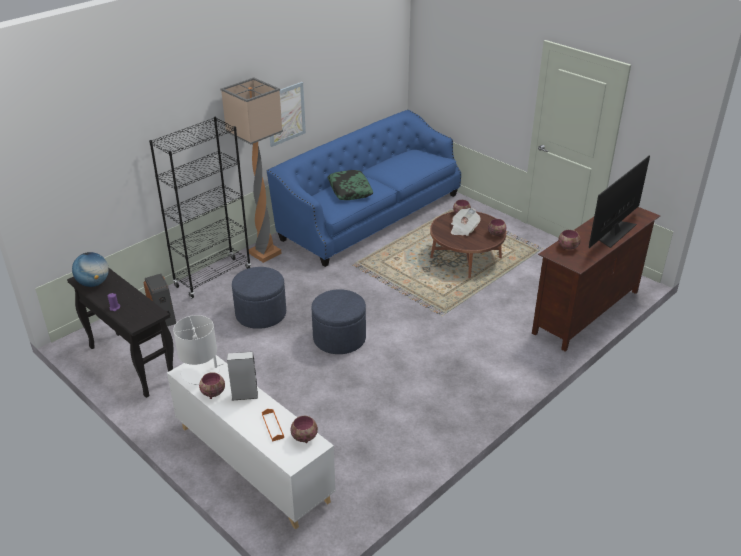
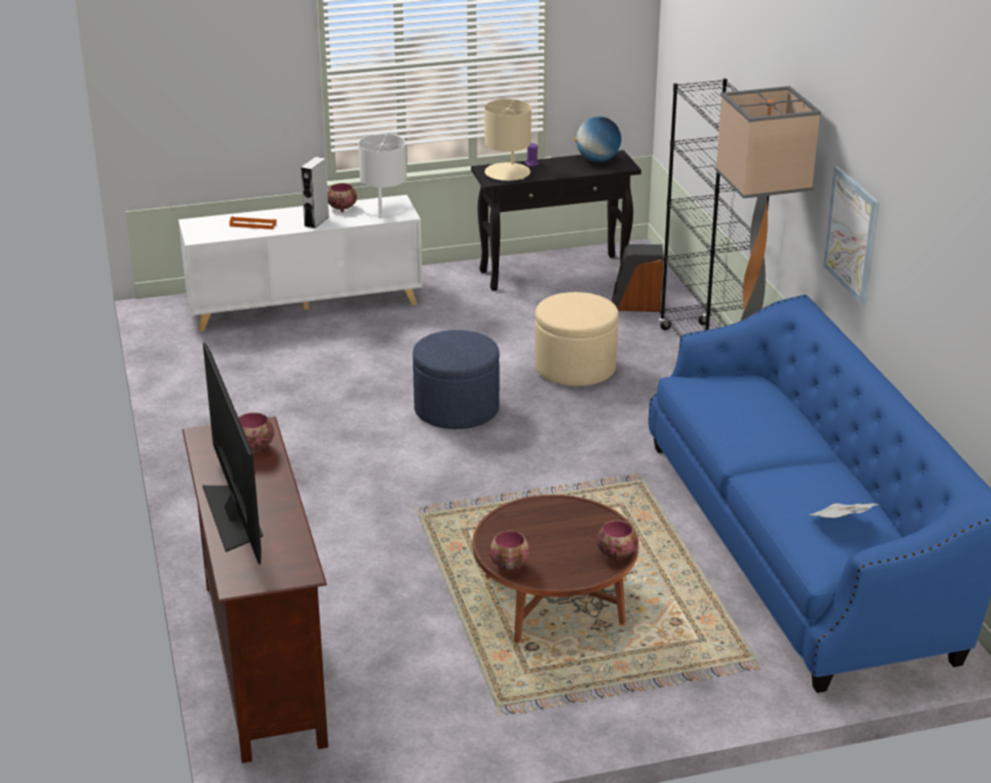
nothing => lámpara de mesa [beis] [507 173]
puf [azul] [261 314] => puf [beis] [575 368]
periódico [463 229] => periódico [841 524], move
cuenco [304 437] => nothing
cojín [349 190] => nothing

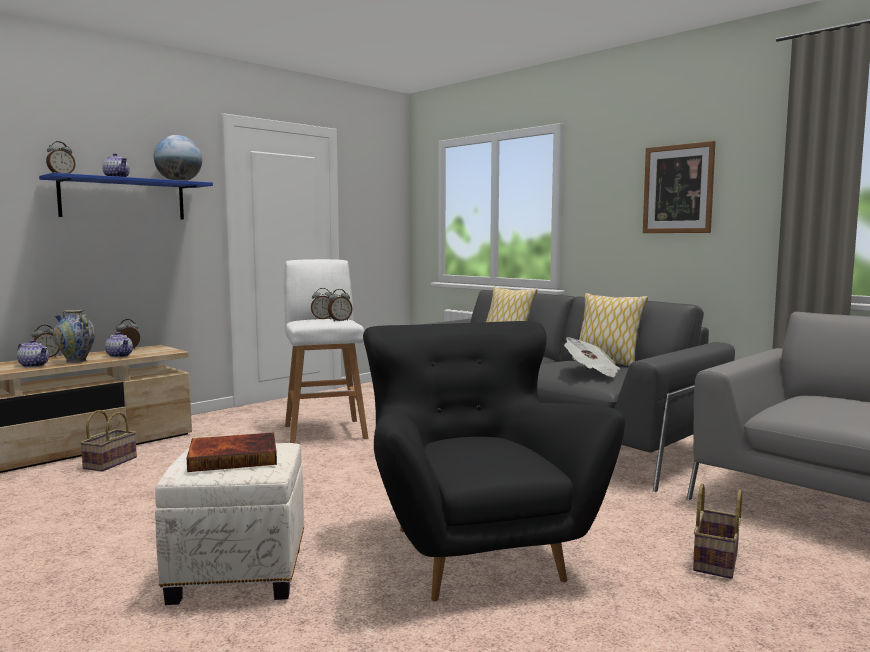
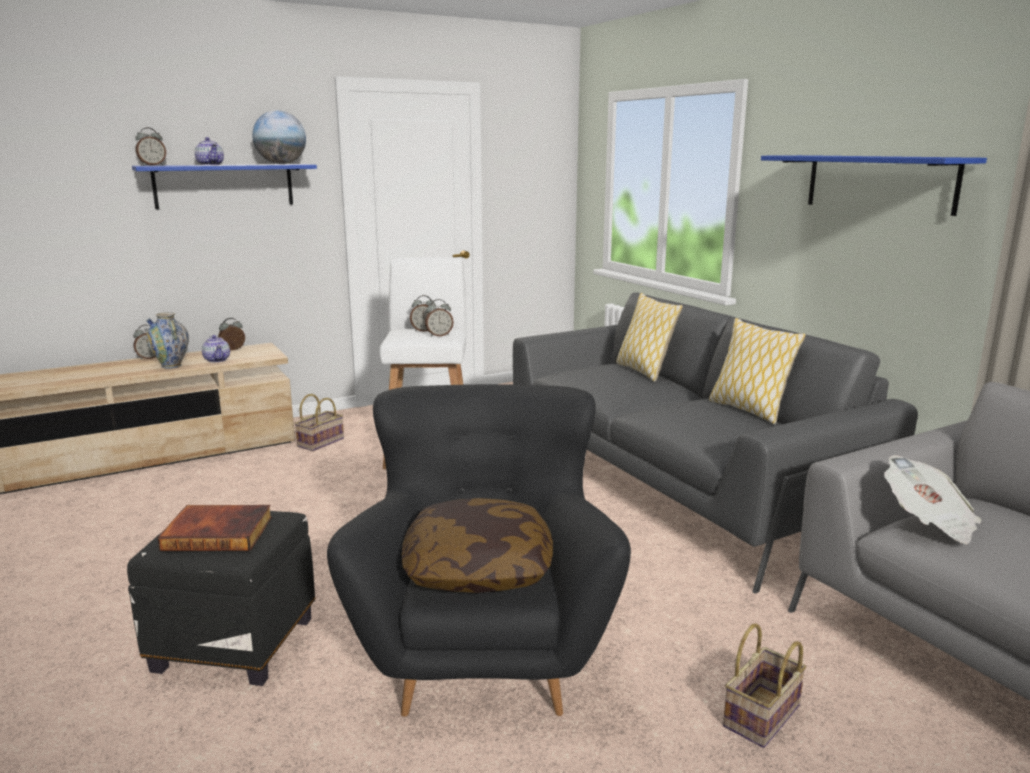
puf [blanco] [240 574] => puf [negro] [237 643]
cesta [110 462] => cesta [321 442], move
nothing => cojín [478 569]
cuadro [678 189] => estante [azul] [879 183]
periódico [592 372] => periódico [928 521], move
tetera [34 365] => nothing

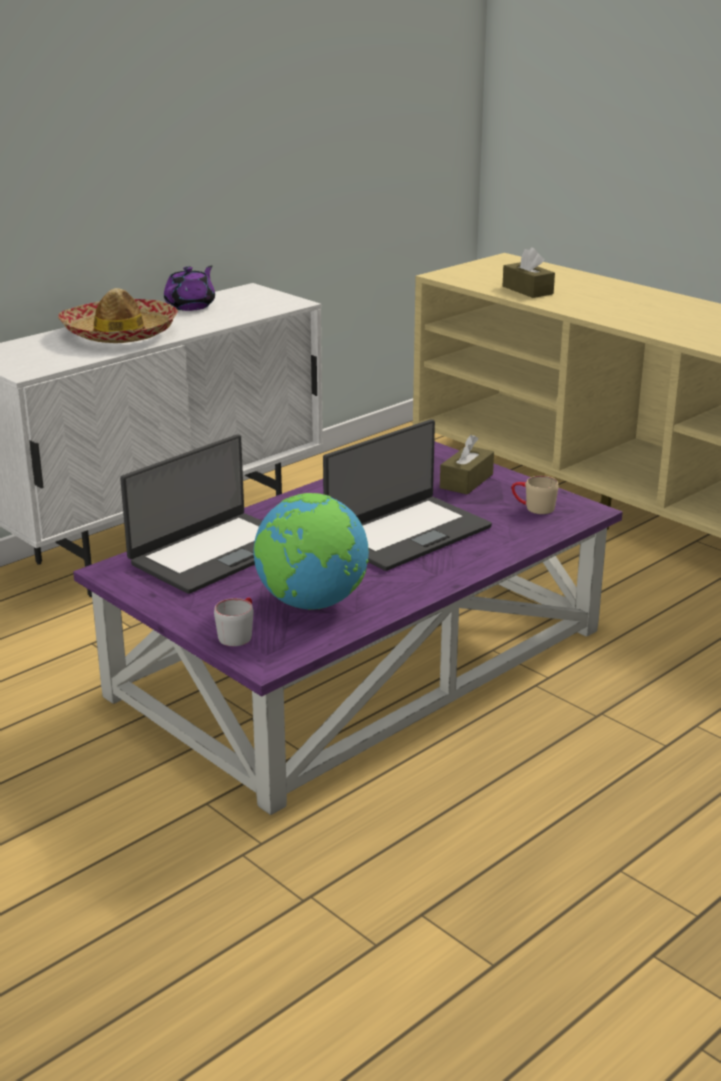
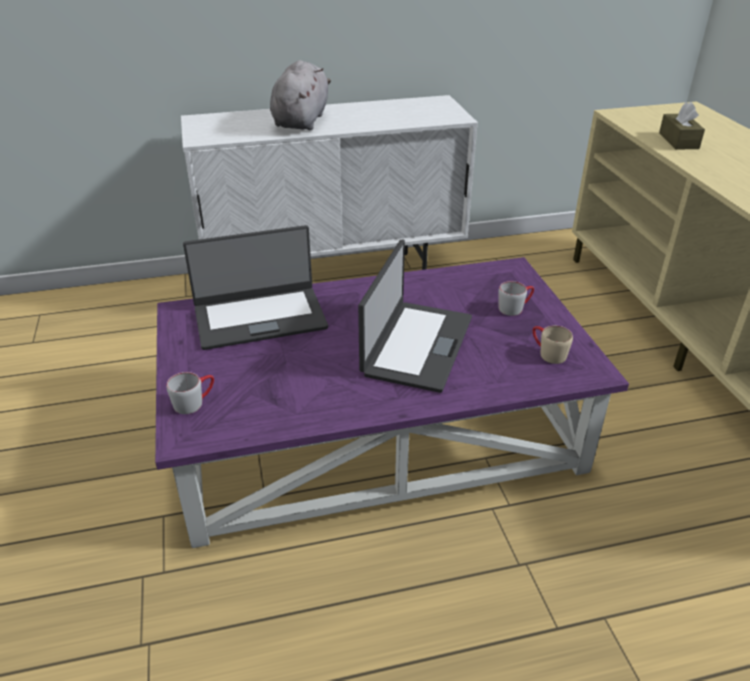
sombrero [120 334] => peluche [gris] [301 120]
portátil [406 533] => portátil [416 345], 60 degrees counterclockwise
caja de pañuelos [marrón] [466 481] => taza grande [gris] [515 307]
tetera [morado] [191 306] => nothing
globo terráqueo [311 603] => nothing

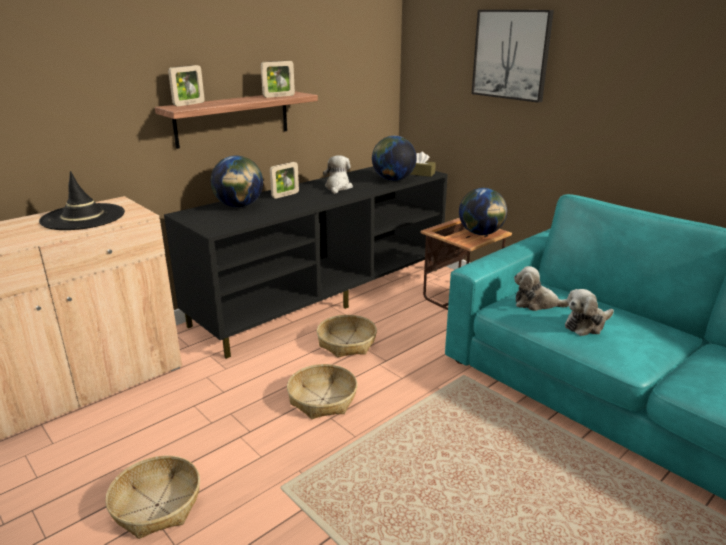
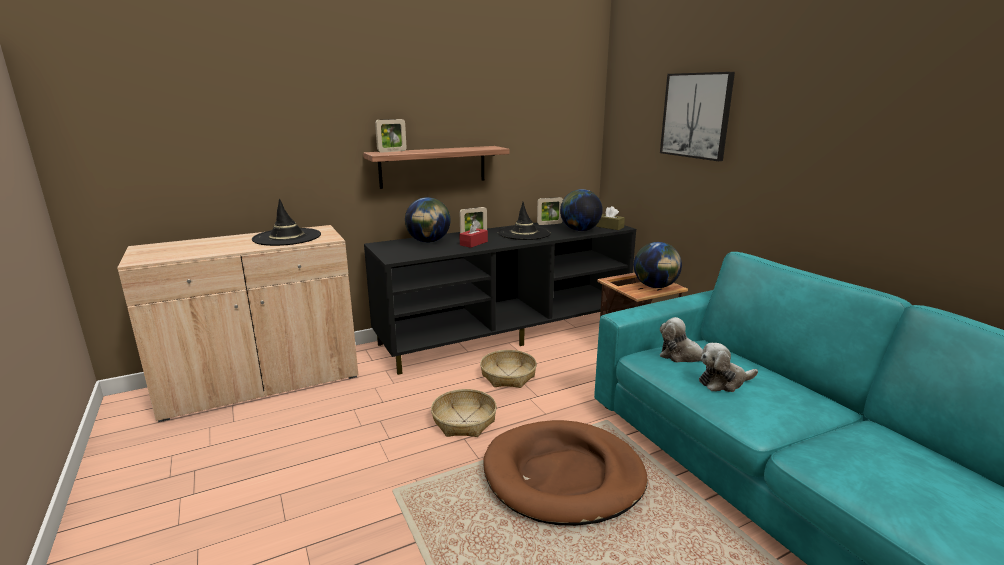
nothing => caja de pañuelos [rojo] [473 243]
nothing => cama para perro [marrón] [563 476]
peluche [338 187] => sombrero [negro] [524 233]
portarretratos [279 96] => portarretratos [549 224], move
cesta [156 505] => nothing

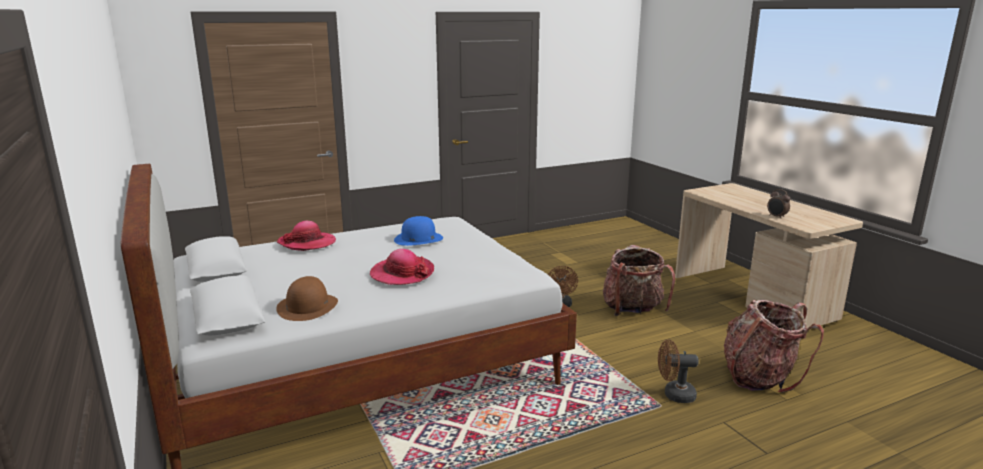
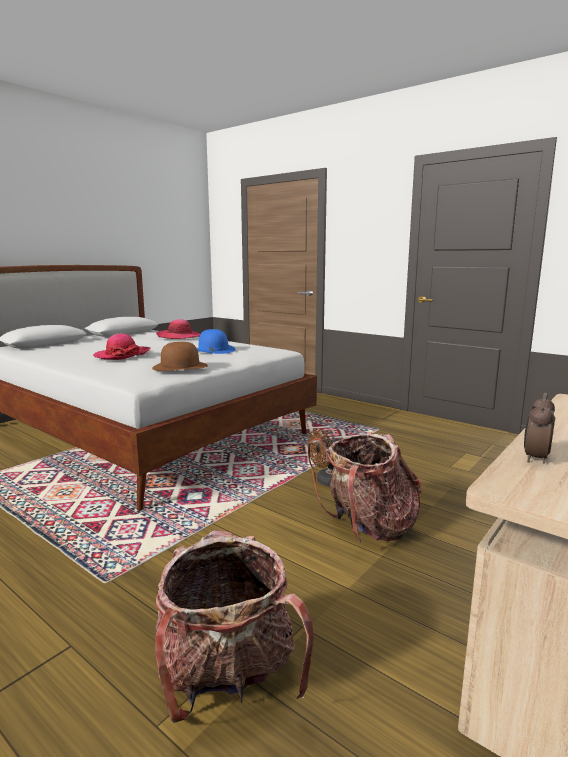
sombrero [marrón] [307 306] => sombrero [marrón] [180 366], move
ventilador [marrón] [674 395] => nothing

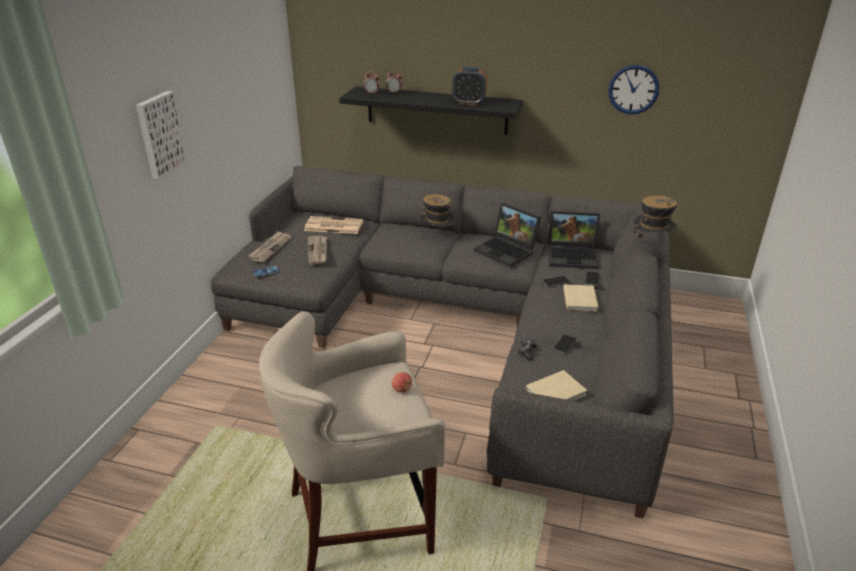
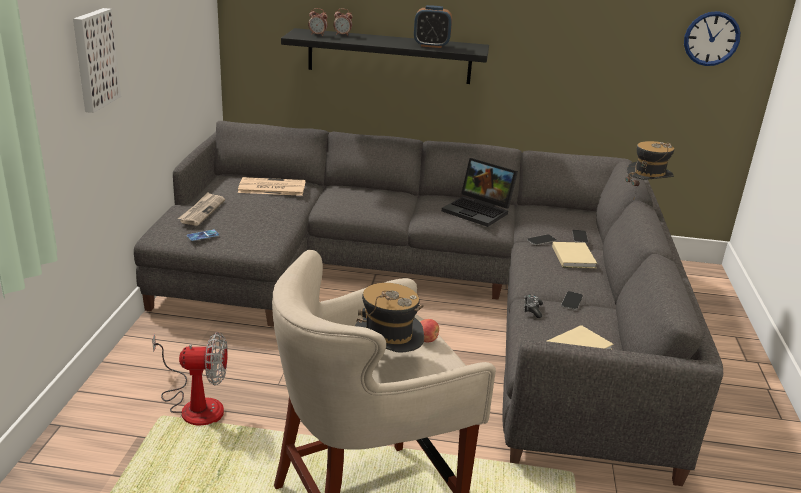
nothing => ventilador [195 405]
sombrero [436 236] => sombrero [386 363], move
reloj de pared [633 89] => reloj de pared [711 38], move
periódico [318 251] => nothing
portátil [573 256] => nothing

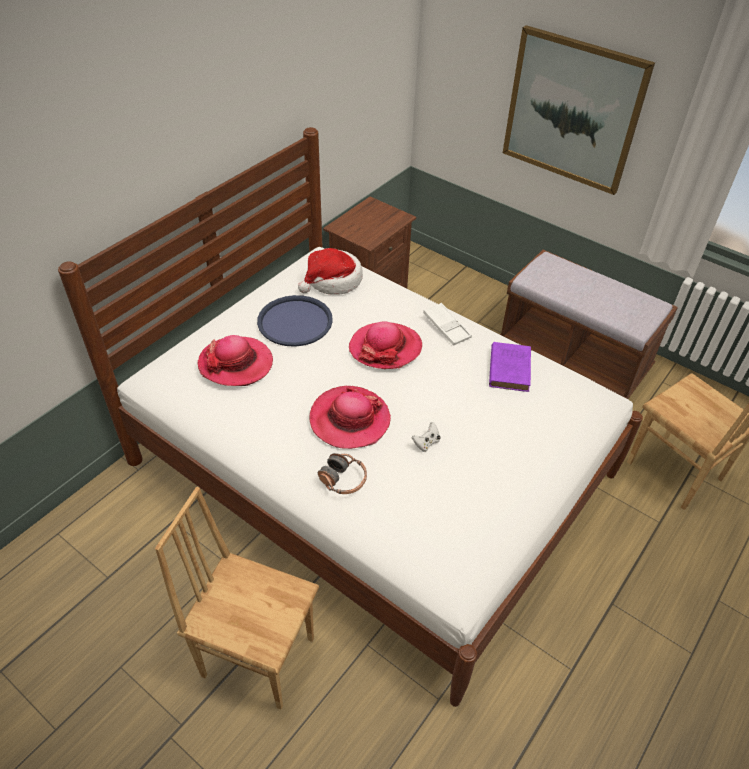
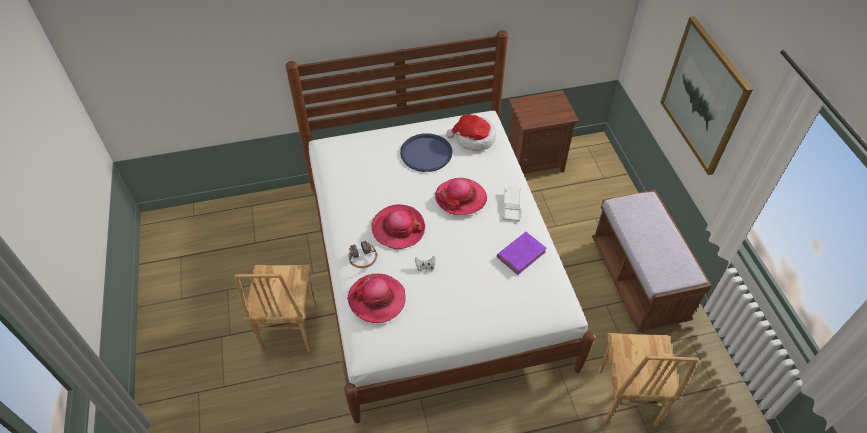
silla [marrón] [258 655] => silla [marrón] [288 328], 150 degrees counterclockwise
sombrero [236 363] => sombrero [377 299], move

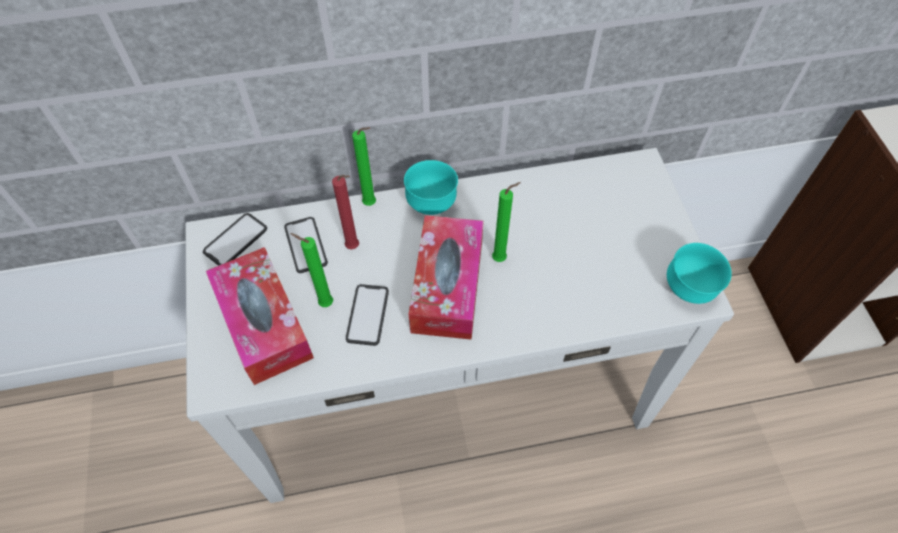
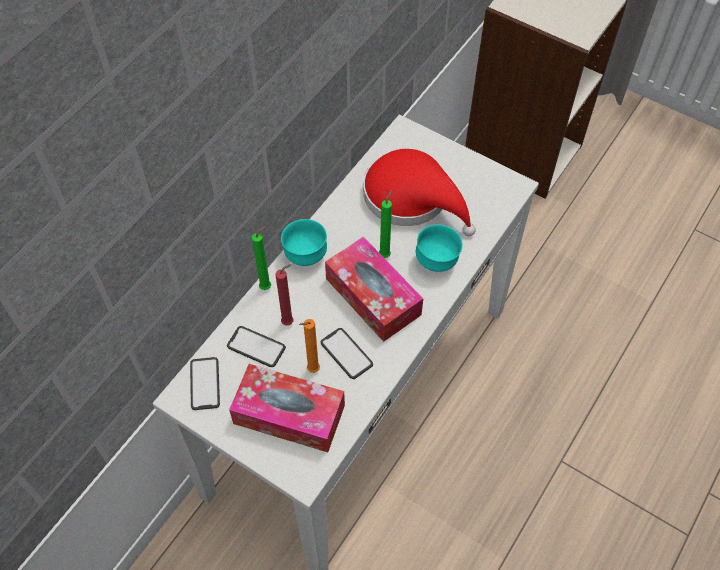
vela [verde] [323 303] => vela [naranja] [311 370]
nothing => sombrero [rojo] [412 198]
cuenco [turquesa] [689 289] => cuenco [turquesa] [437 261], move

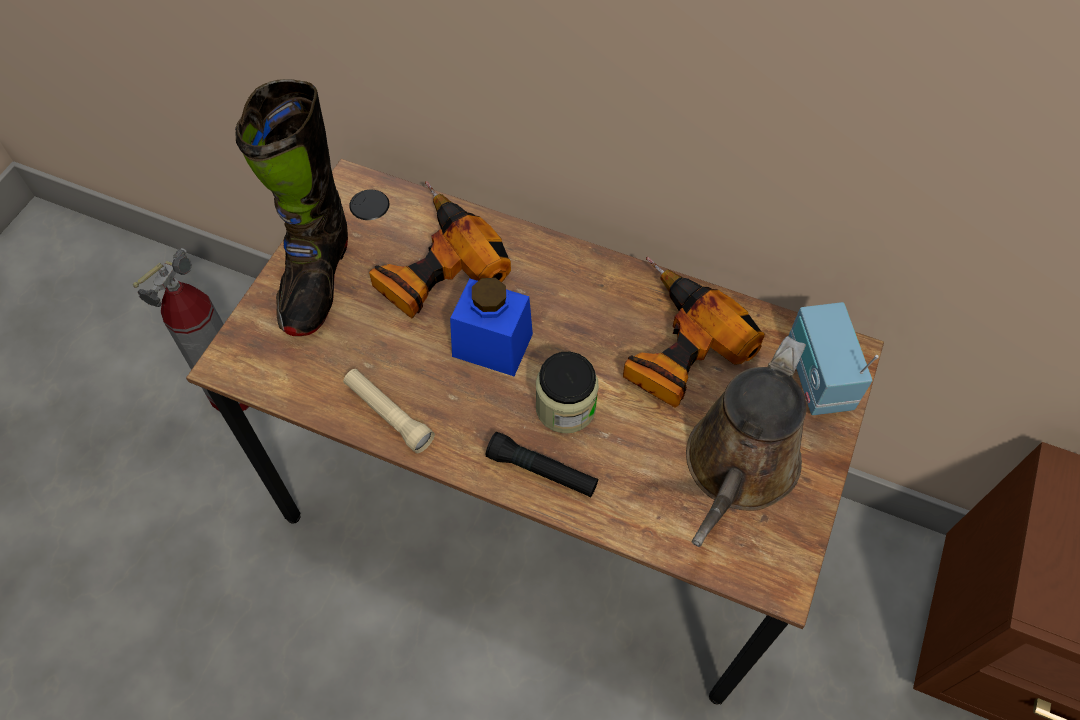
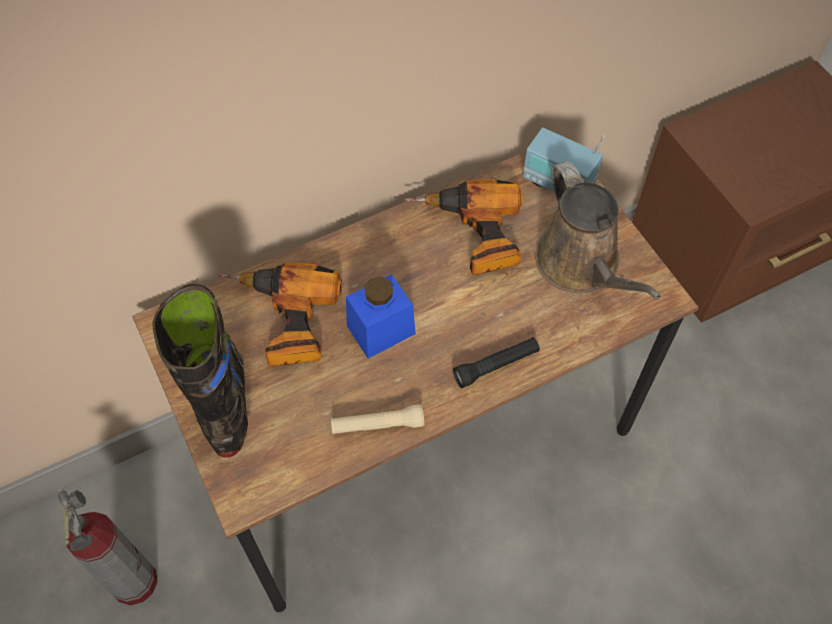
bota [negro] [316 278] => bota [negro] [224 398], 150 degrees counterclockwise
tarro [565 407] => nothing

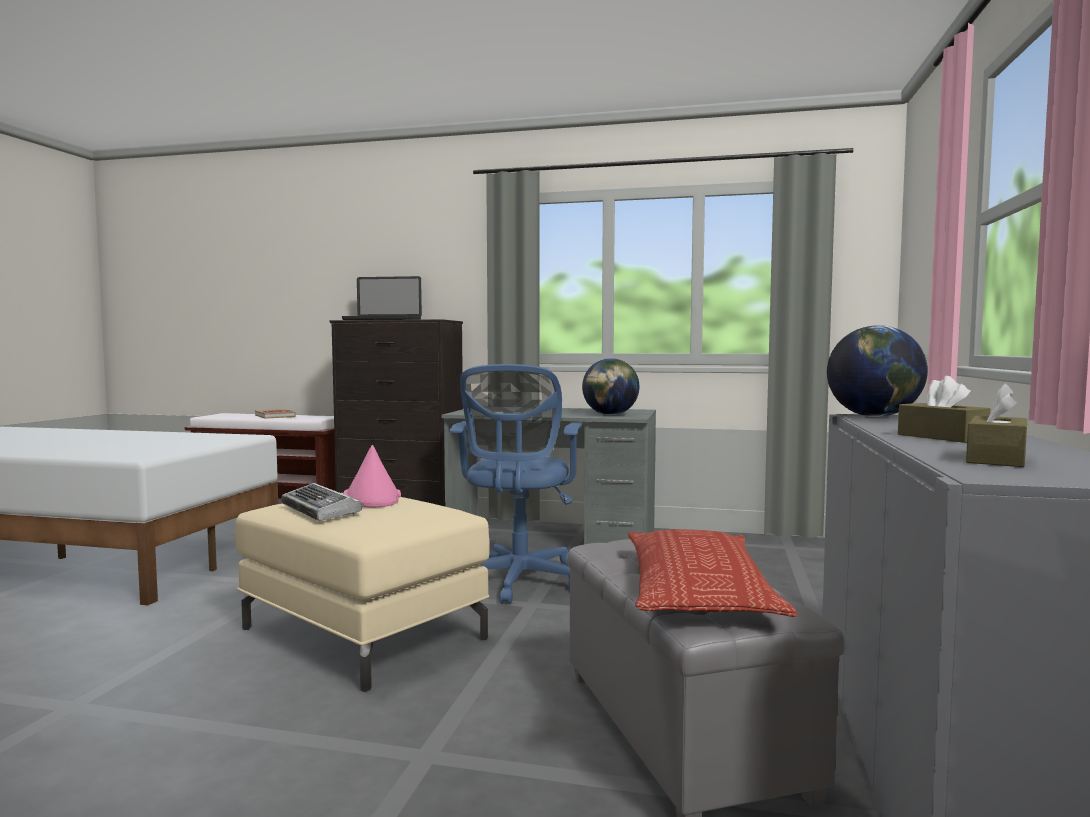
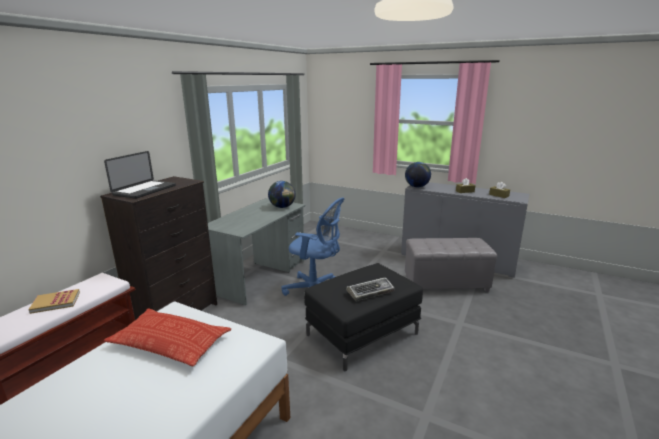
cojín [697 588] => cojín [169 342], move
puf [beis] [364 633] => puf [negro] [362 333]
sombrero [rosa] [372 497] => nothing

